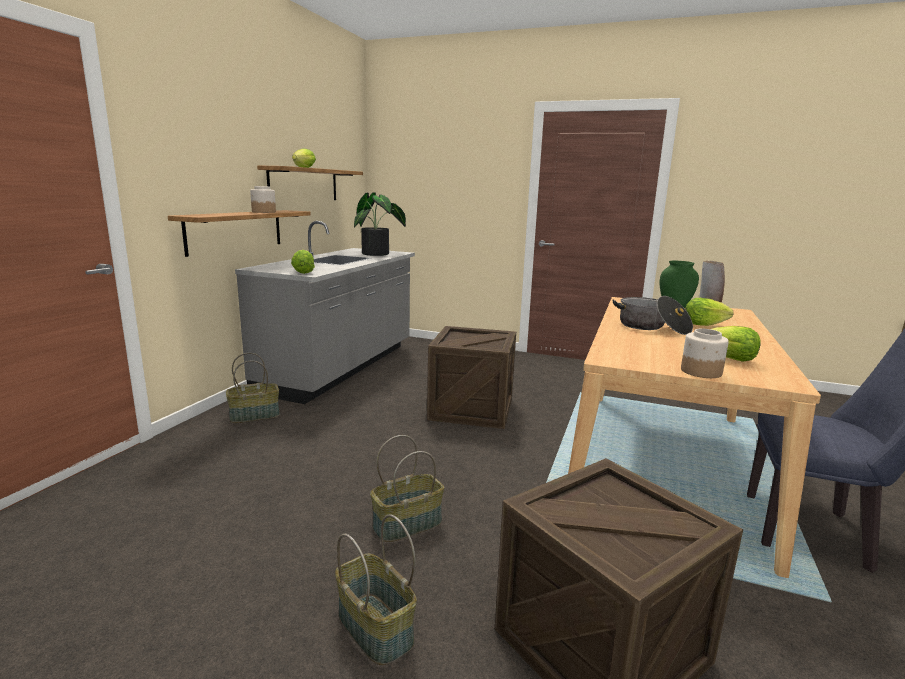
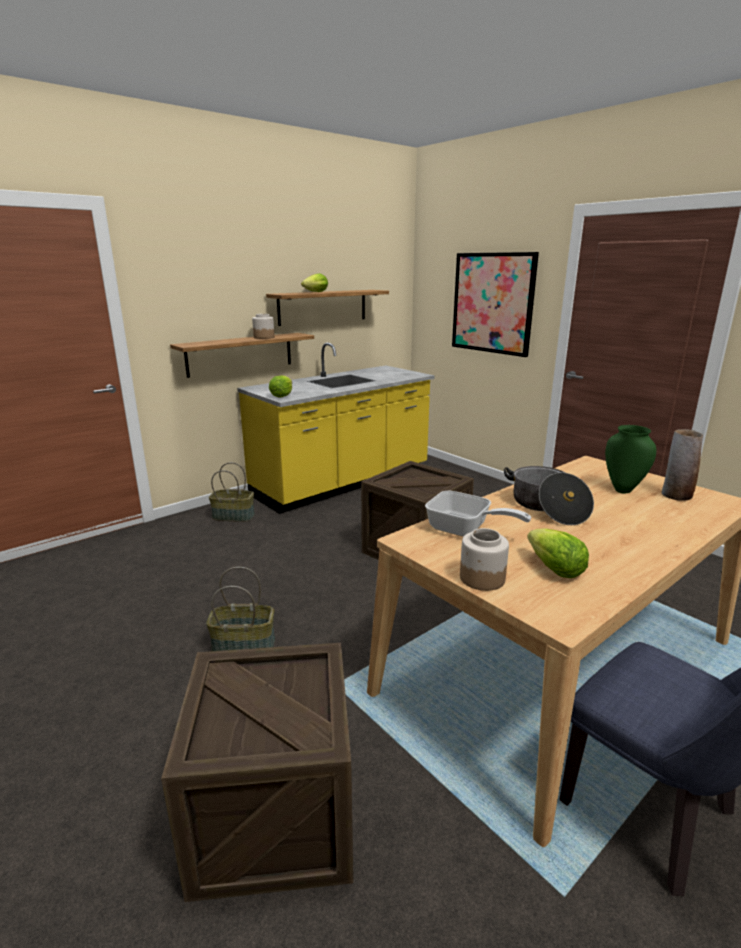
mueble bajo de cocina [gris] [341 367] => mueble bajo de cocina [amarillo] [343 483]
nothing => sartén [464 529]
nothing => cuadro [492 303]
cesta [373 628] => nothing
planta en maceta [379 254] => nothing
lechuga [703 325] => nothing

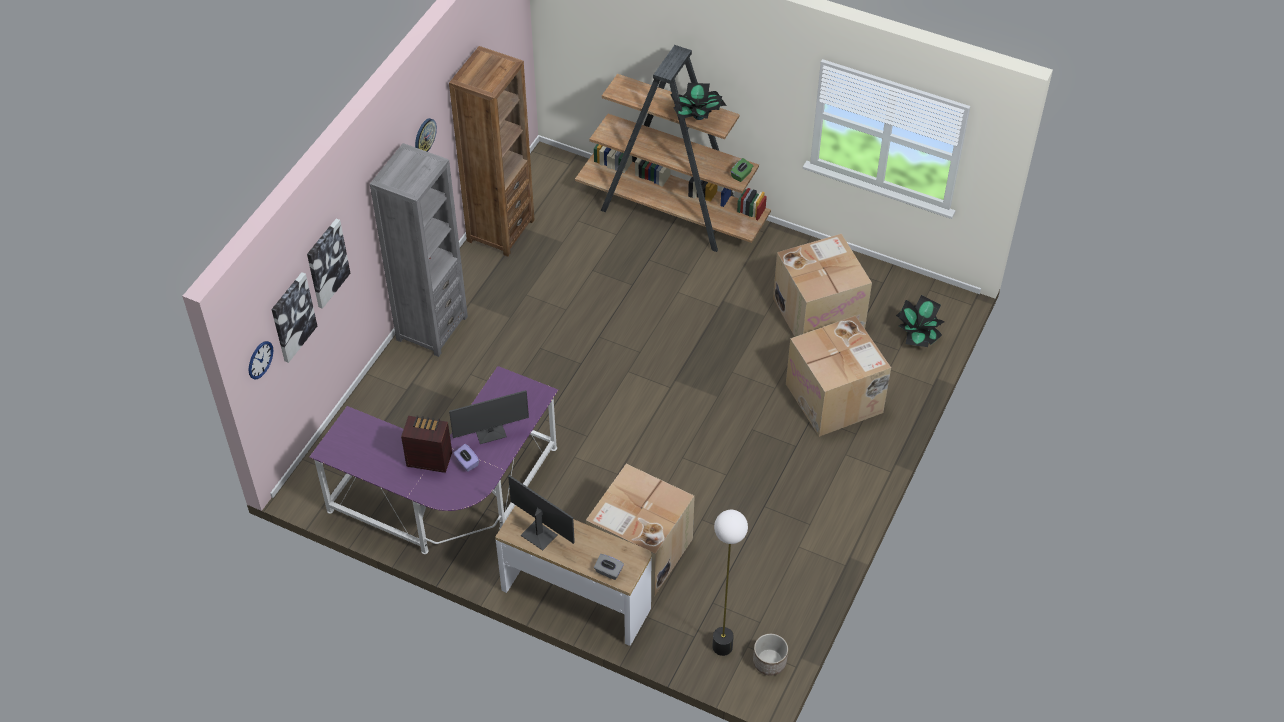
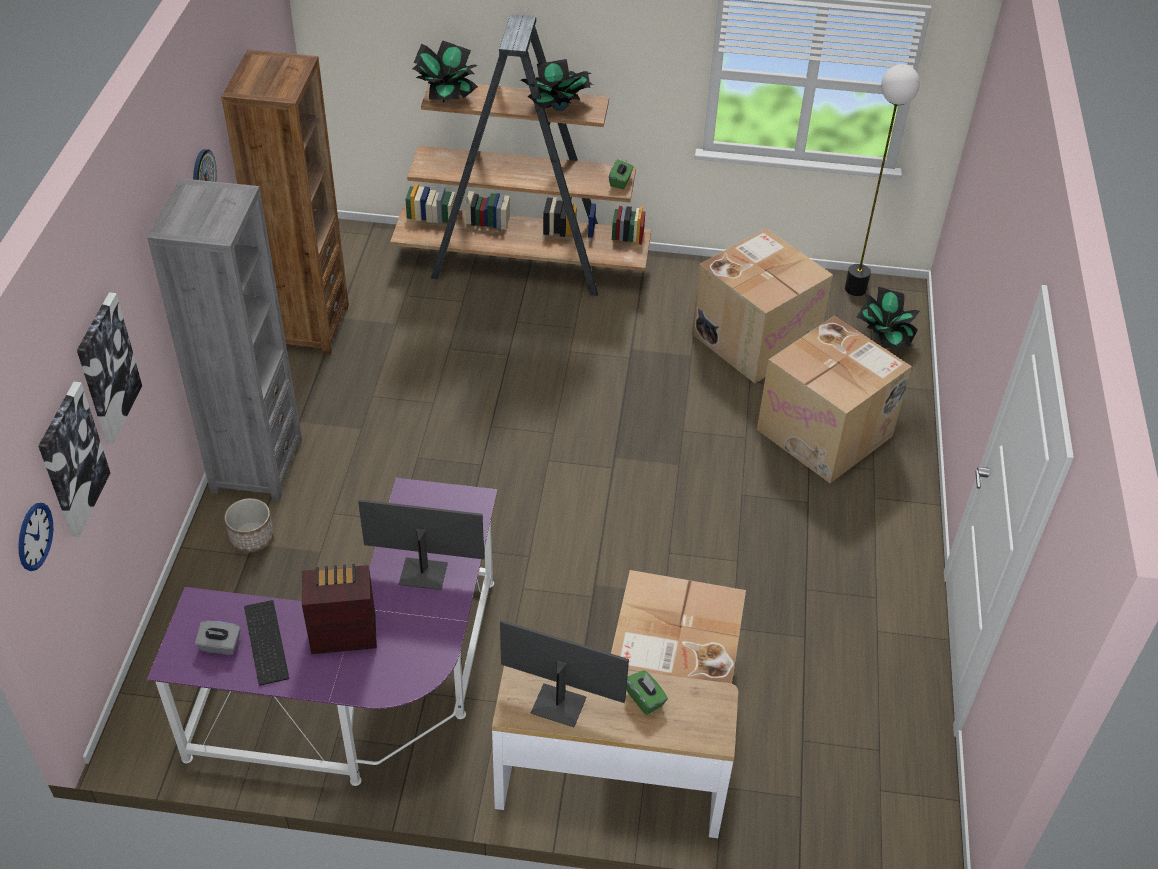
caja de pañuelos [gris] [608 572] => caja de pañuelos [gris] [220 646], move
maceta [769 662] => maceta [251 538], move
nothing => teclado [264 642]
monitor [490 433] => monitor [423 572], 135 degrees counterclockwise
nothing => planta en maceta [447 95]
nothing => caja de pañuelos [verde] [645 699]
lámpara de pie [722 647] => lámpara de pie [855 289], move
caja de pañuelos [morado] [466 463] => nothing

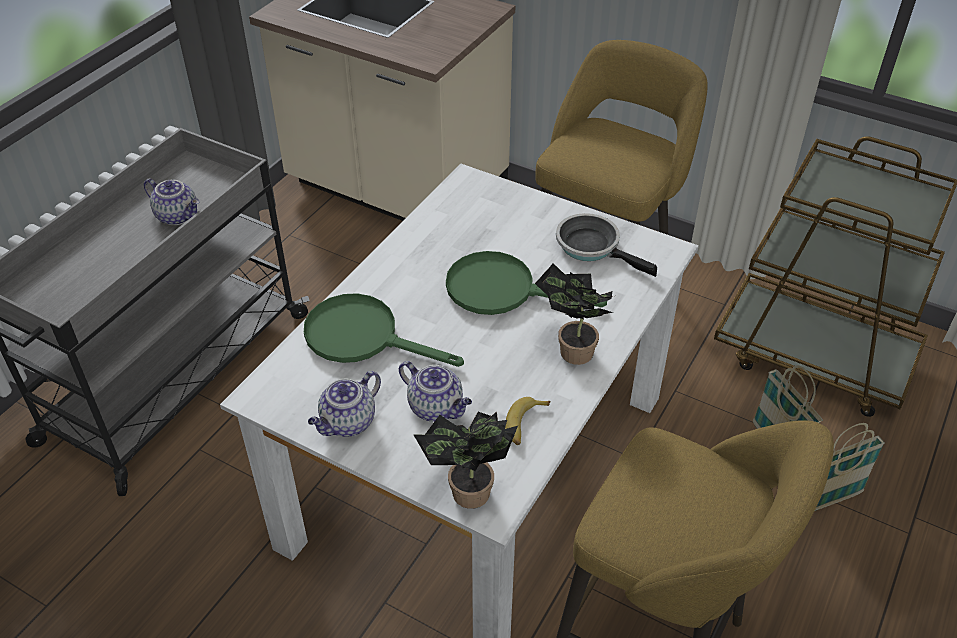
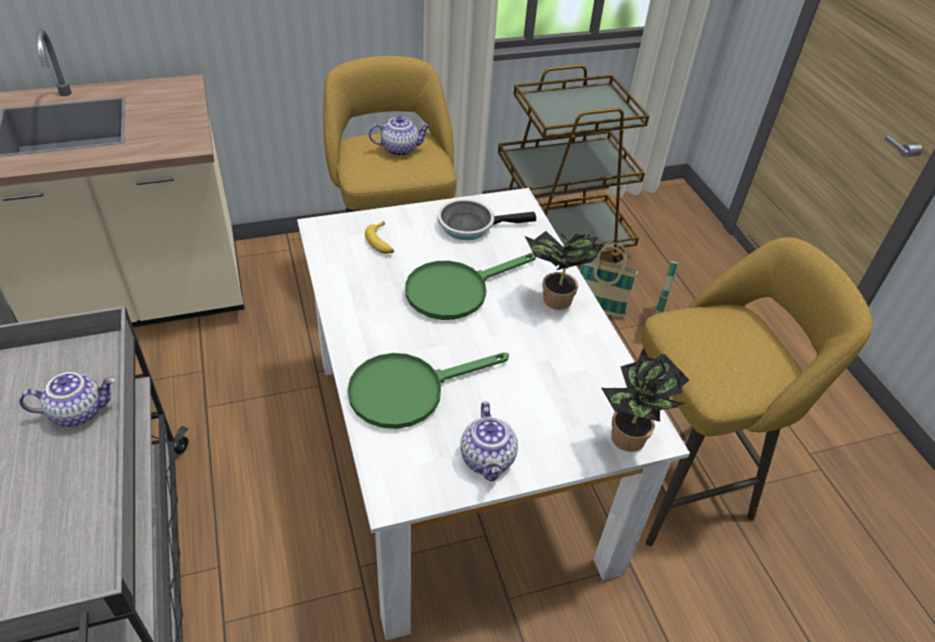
plátano [524 424] => plátano [382 242], move
tetera [437 408] => tetera [400 149], move

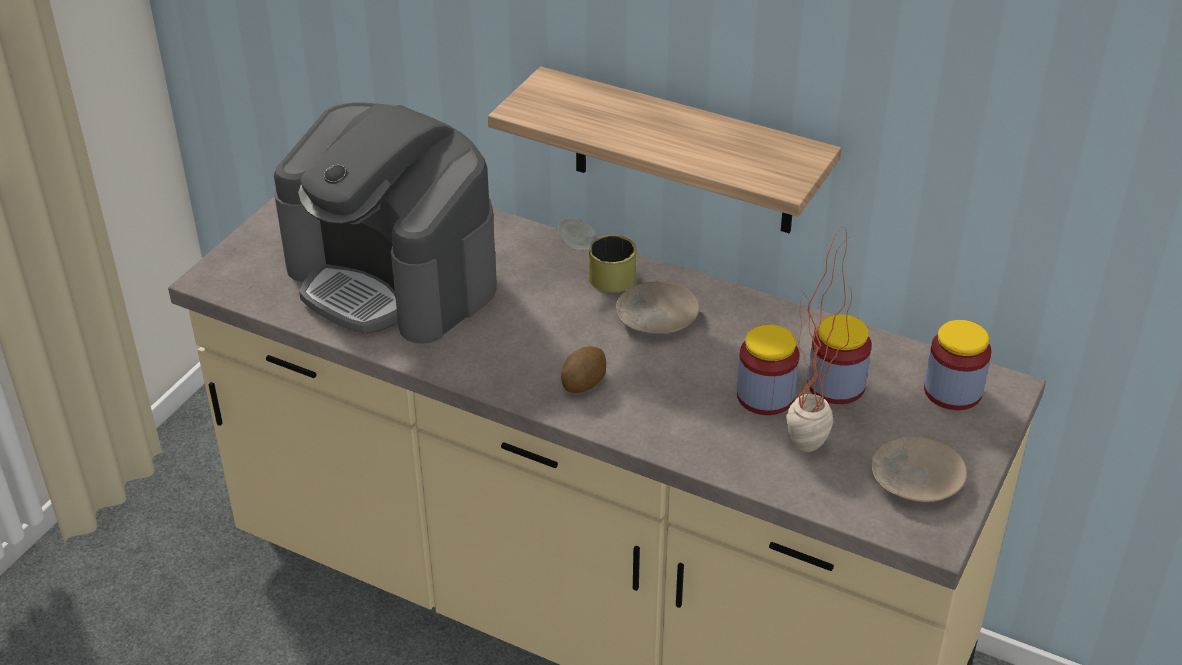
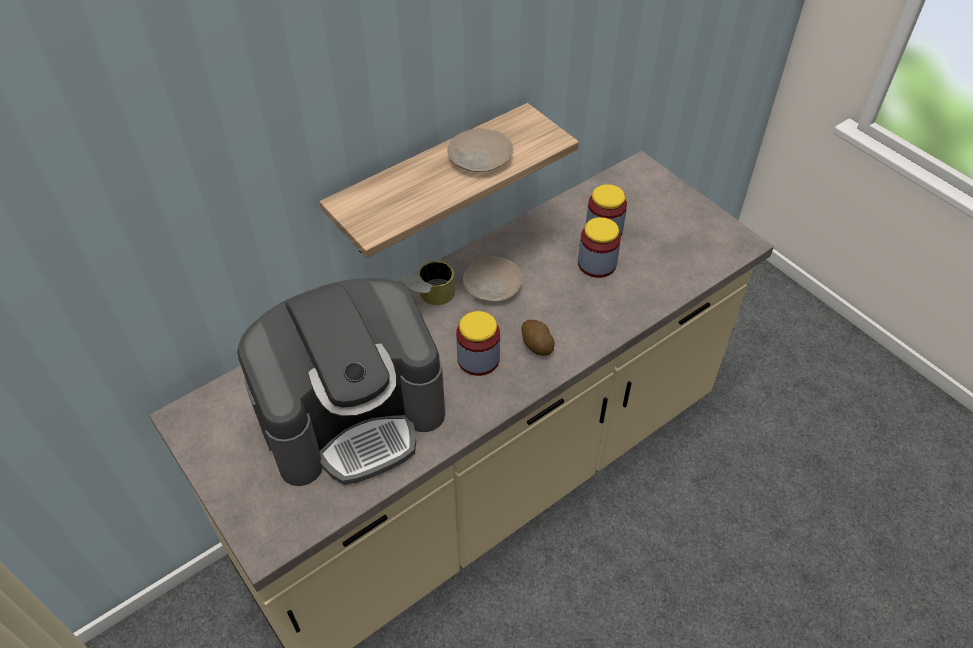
plato [beis] [915 478] => plato [beis] [479 158], move
tarro [952 391] => tarro [478 359], move
planta en maceta [805 455] => nothing

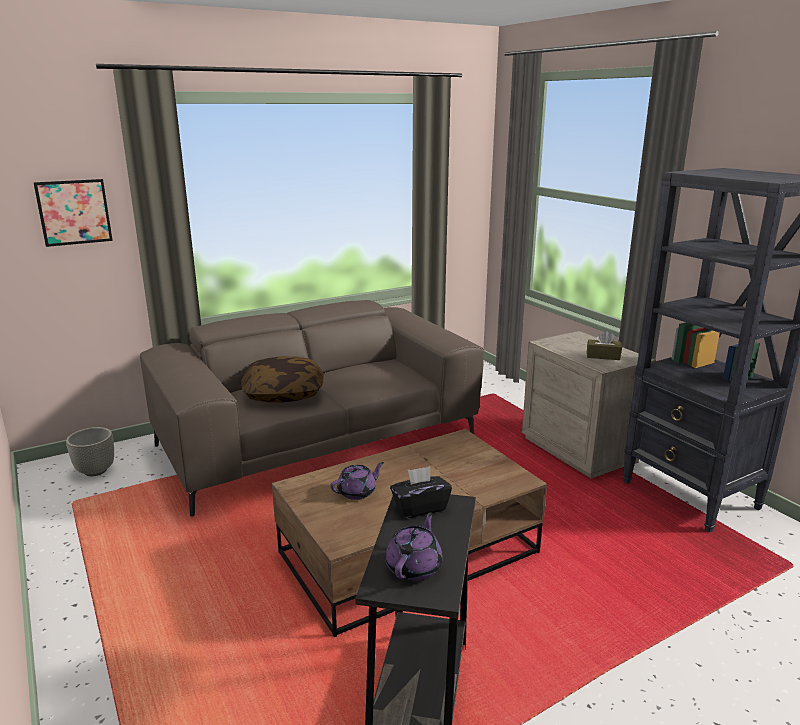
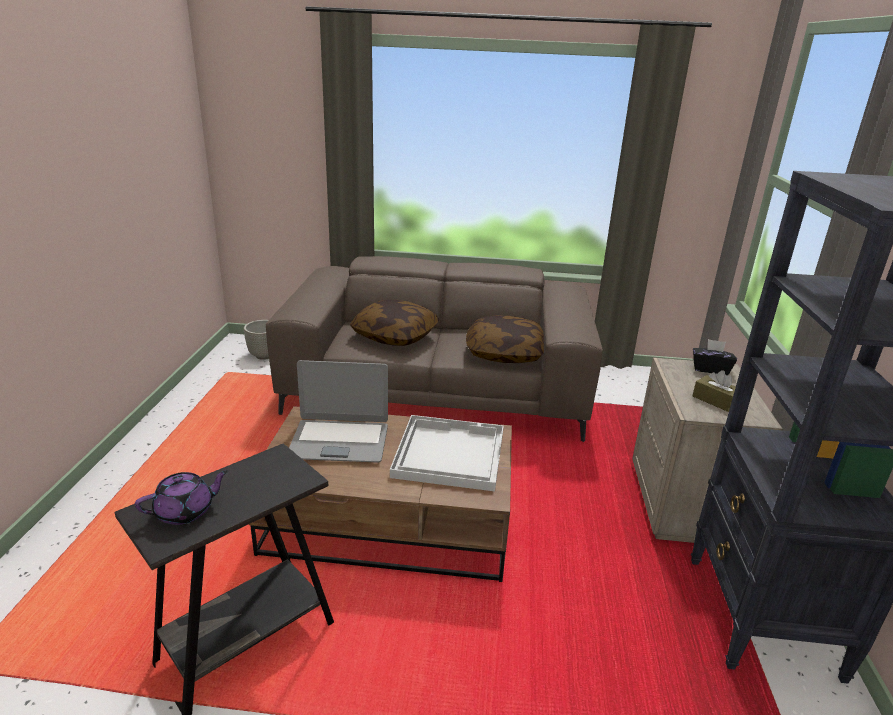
tetera [morado] [357 492] => portátil [339 441]
nothing => bandeja [blanco] [448 453]
nothing => cojín [505 353]
caja de pañuelos [negro] [420 507] => caja de pañuelos [negro] [710 369], move
cuadro [74 212] => nothing

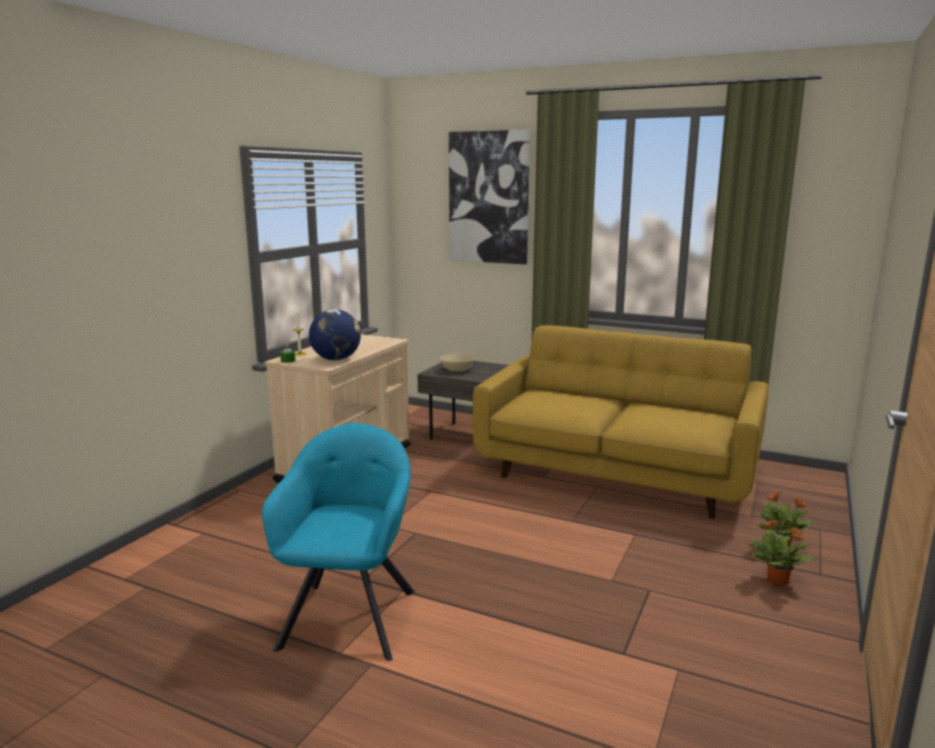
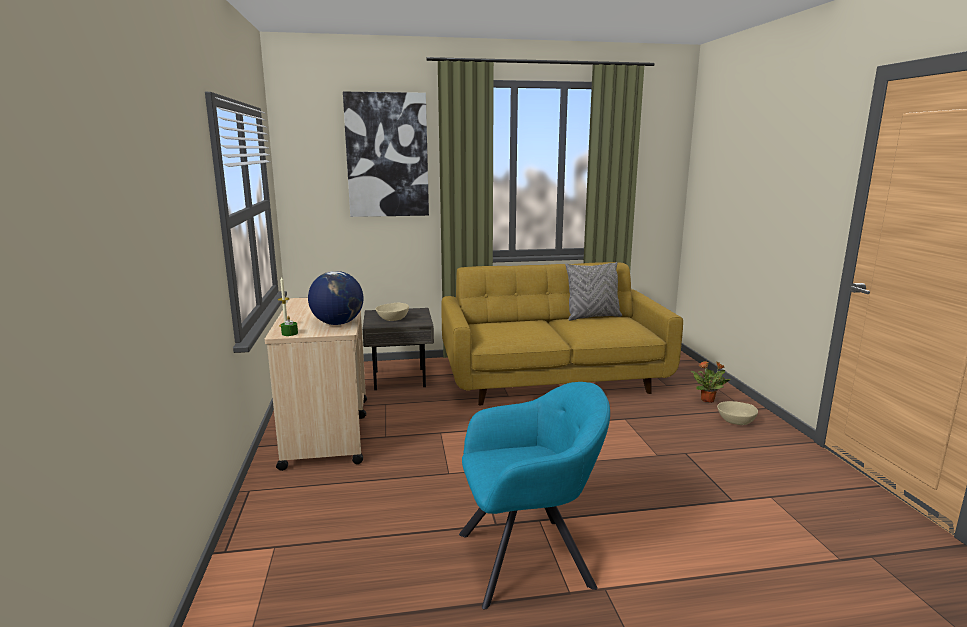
sillón [turquesa] [350 614] => sillón [turquesa] [530 558], 105 degrees clockwise
nothing => cojín [gris] [592 317]
planta en maceta [778 581] => cuenco [beis] [735 421]

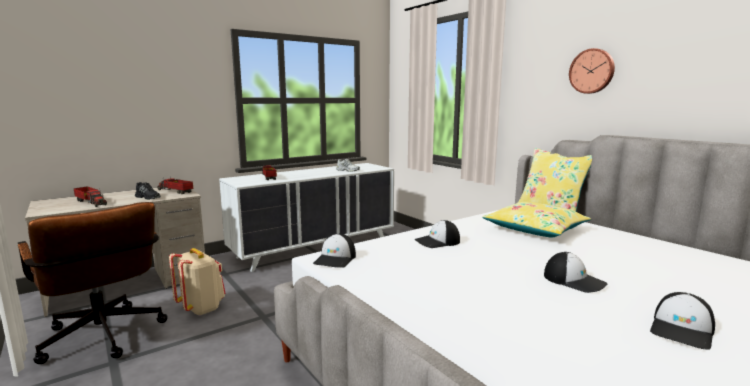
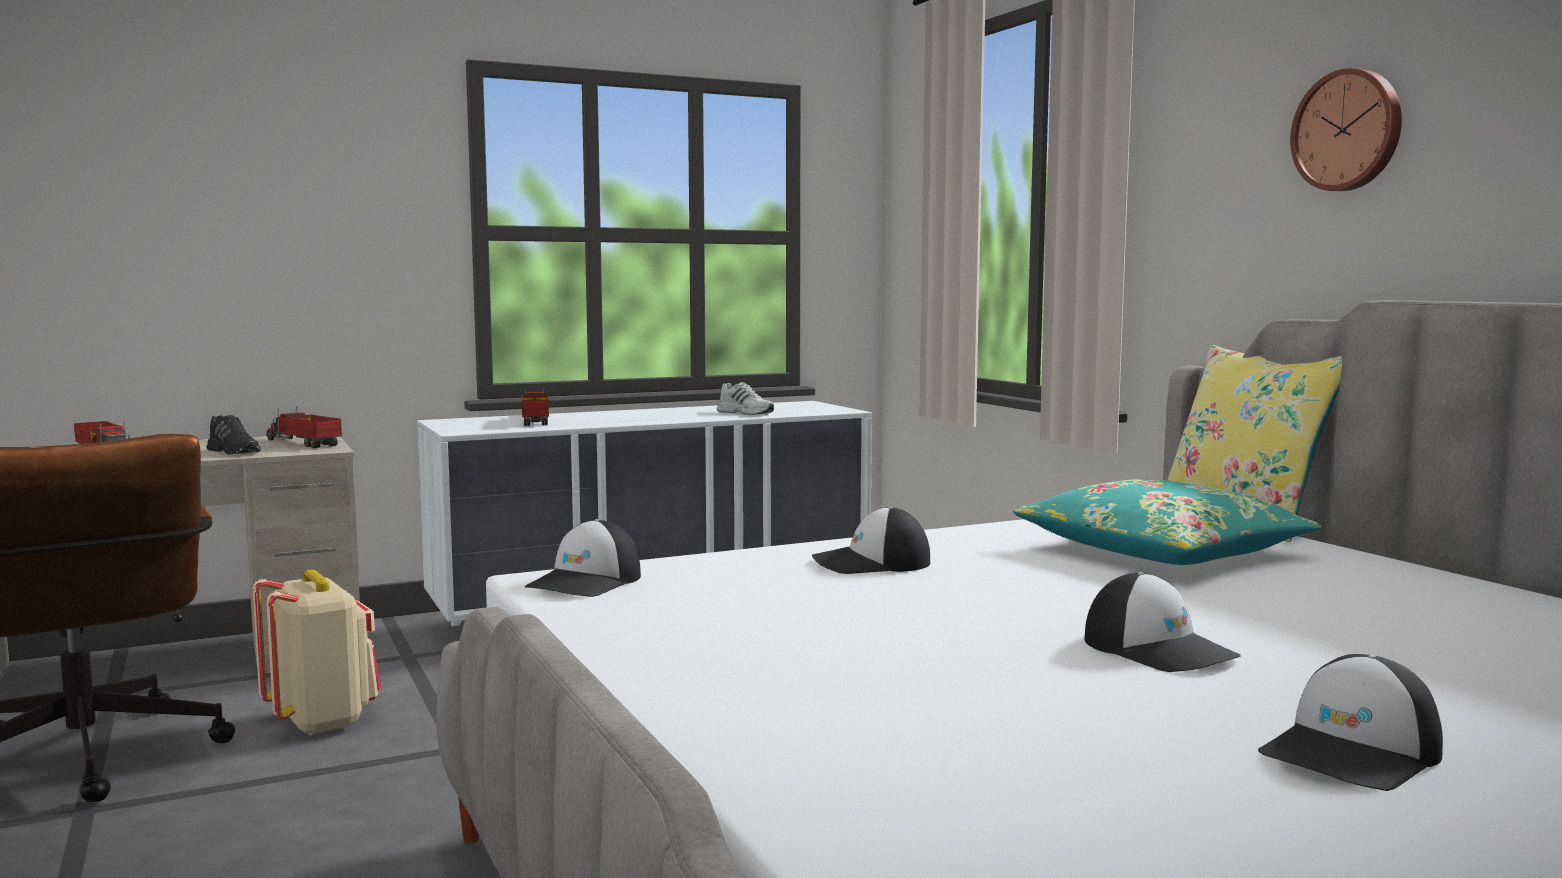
cojín [amarillo] [535 229] => cojín [turquesa] [1161 551]

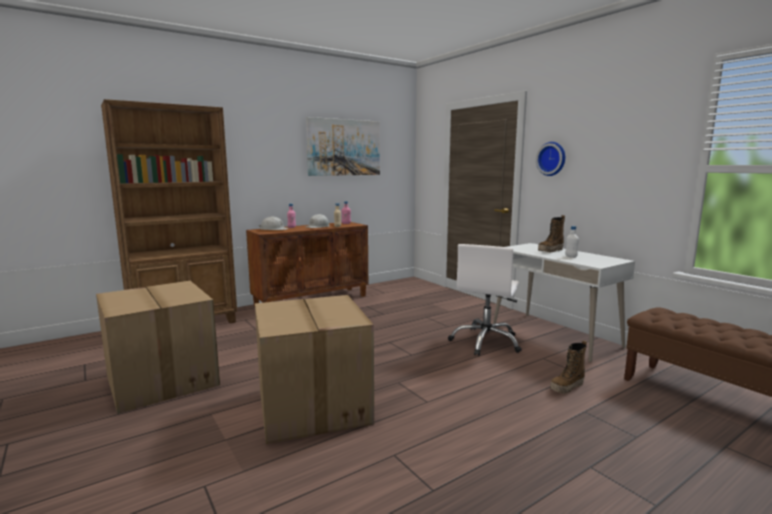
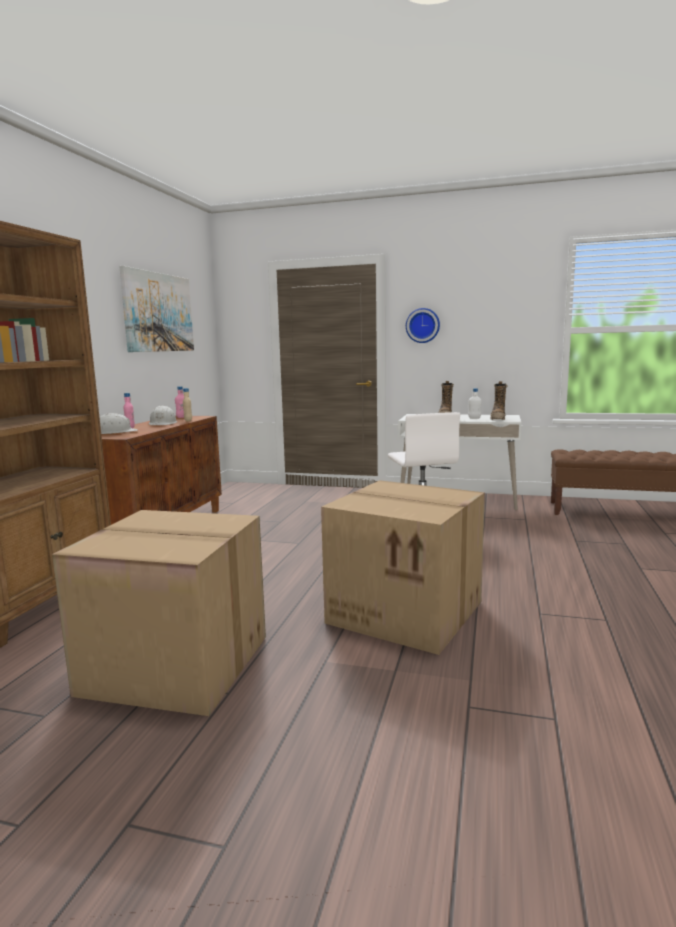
bota [567 387] => bota [498 419], move

